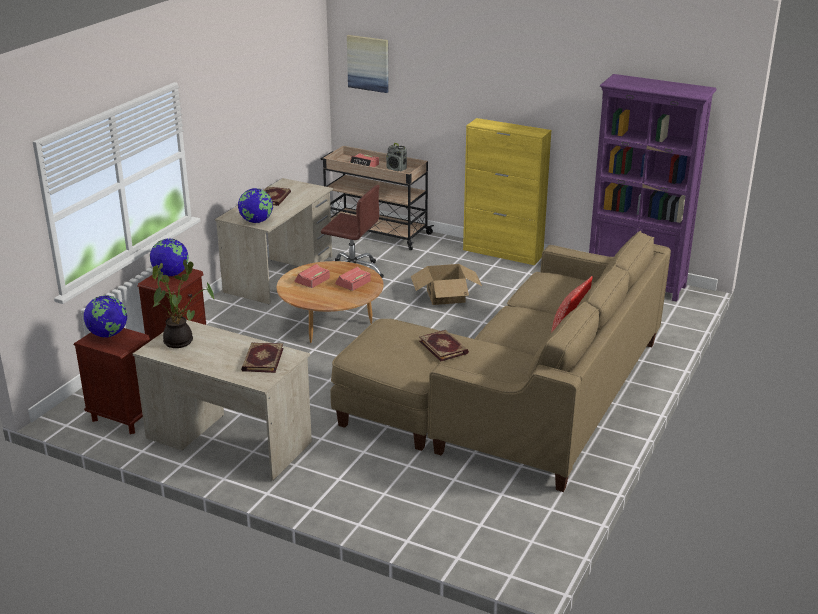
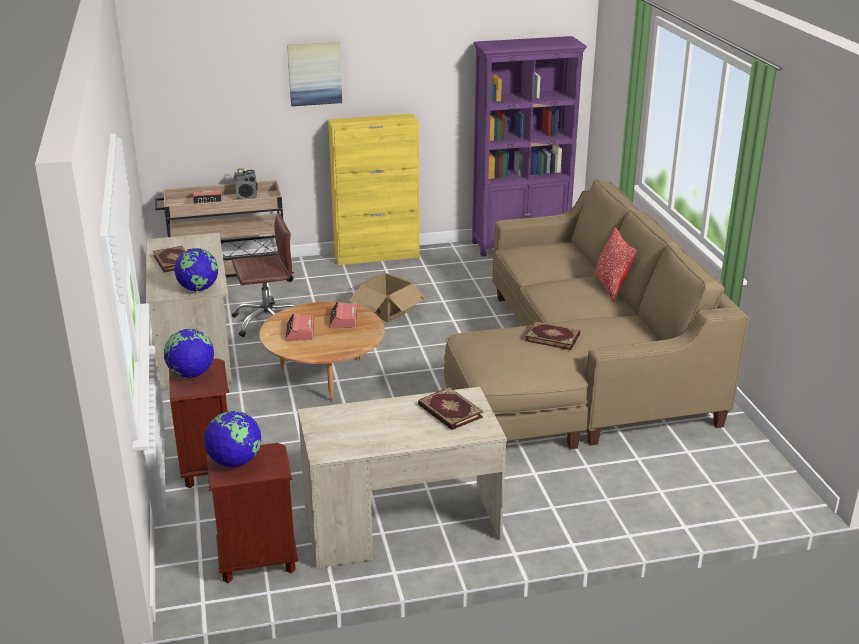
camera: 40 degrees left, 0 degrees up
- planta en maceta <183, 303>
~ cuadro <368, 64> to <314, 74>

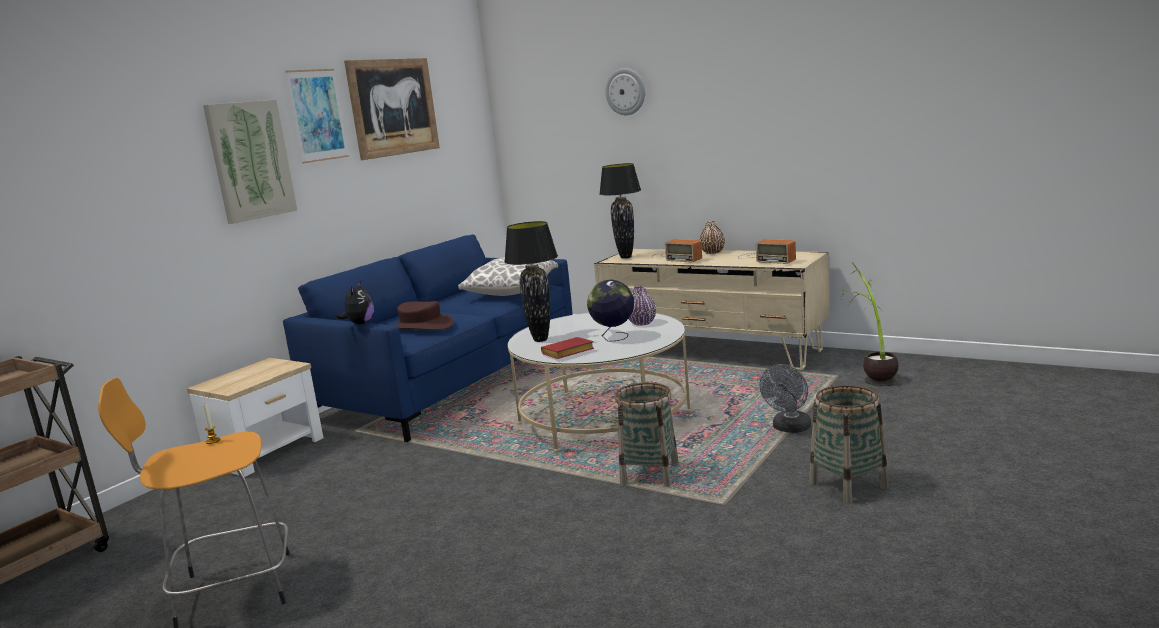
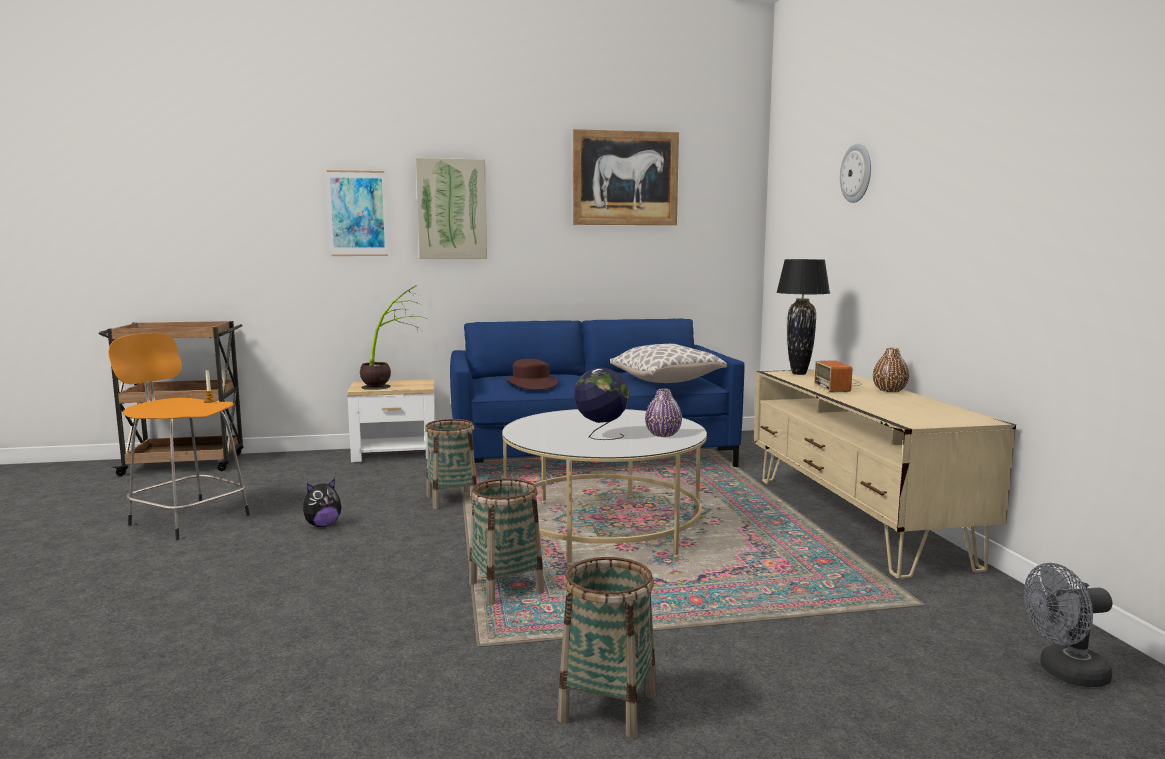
camera: 45 degrees right, 5 degrees down
- lámpara de mesa (negro) <531, 281>
- libro (rojo) <567, 348>
- radio <767, 251>
+ cesta <451, 464>
~ cuadro <317, 116> to <357, 213>
~ peluche <355, 302> to <322, 503>
~ ventilador (gris) <785, 398> to <1068, 625>
~ planta en maceta <869, 324> to <393, 337>

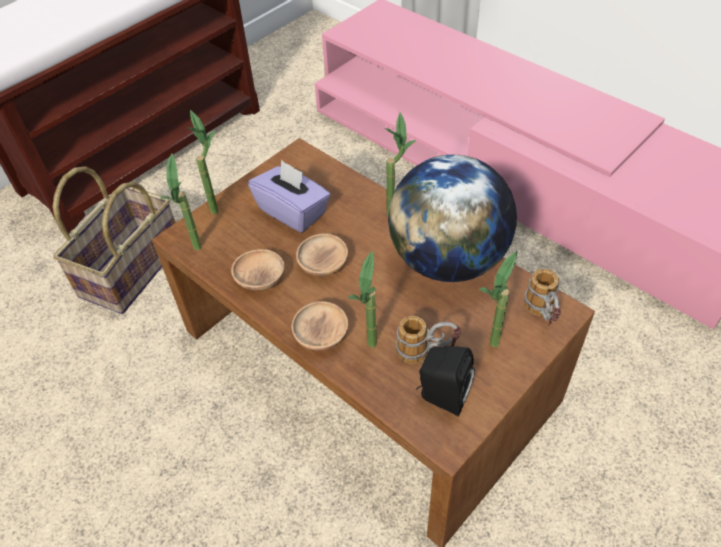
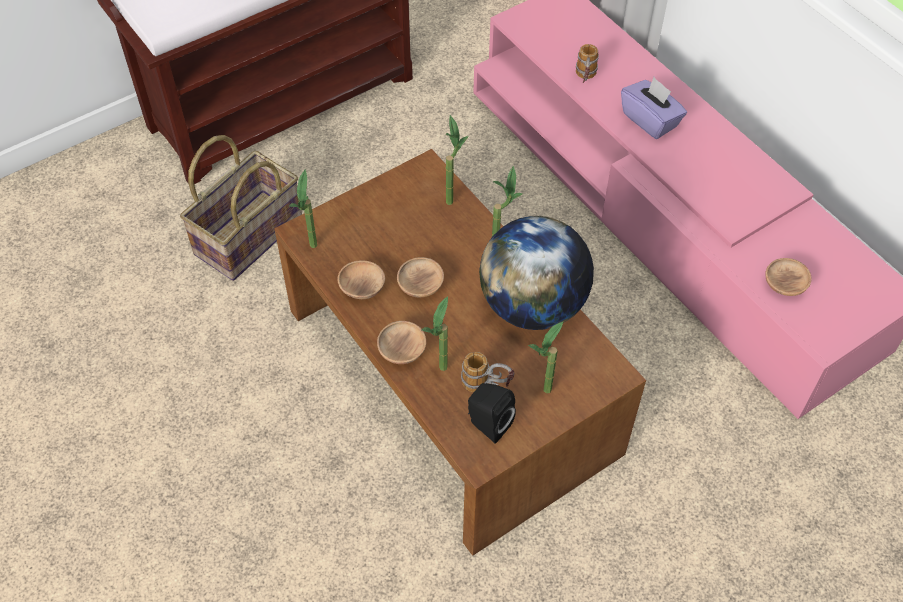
camera: 10 degrees right, 5 degrees up
+ cuenco (marrón) <788, 277>
~ planta en maceta <202, 162> to <456, 160>
~ caja de pañuelos (morado) <289, 196> to <654, 108>
~ taza grande <542, 297> to <587, 63>

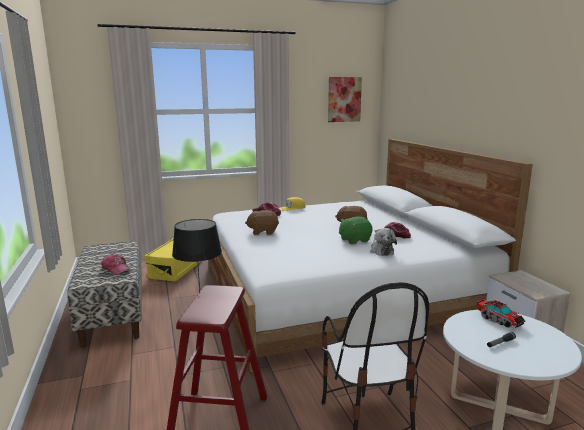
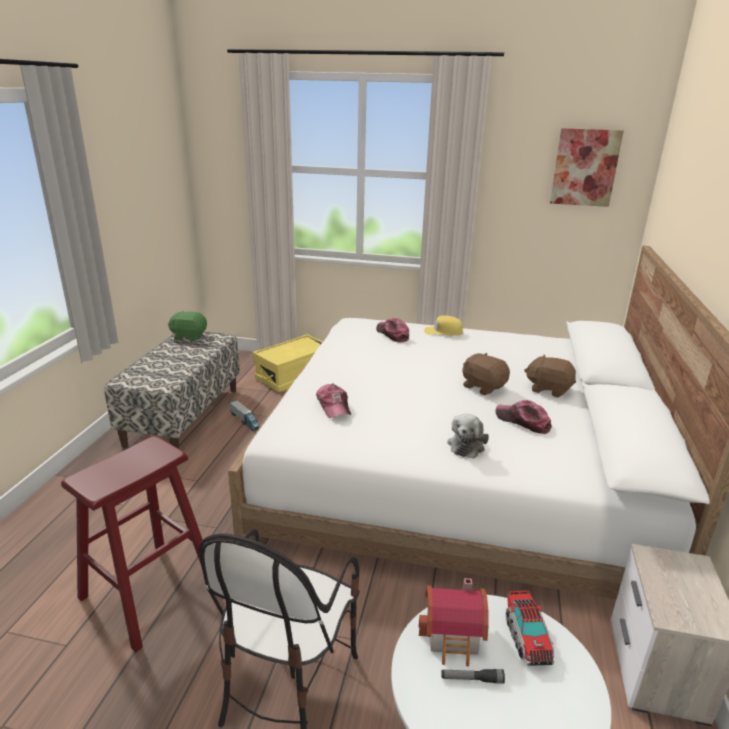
camera: 30 degrees right, 10 degrees up
- lámpara de mesa (negro) <197, 256>
+ camión de juguete <244, 415>
+ casita <454, 622>
~ gorra <116, 264> to <333, 400>
~ peluche (marrón) <262, 222> to <550, 376>
~ peluche (verde) <356, 230> to <187, 326>

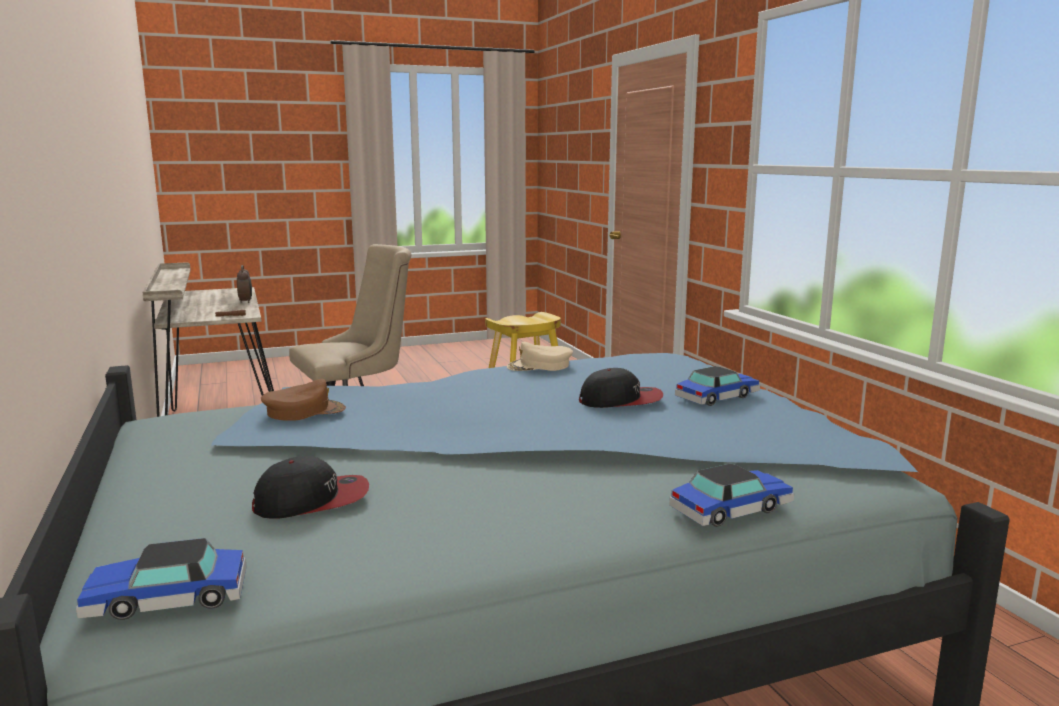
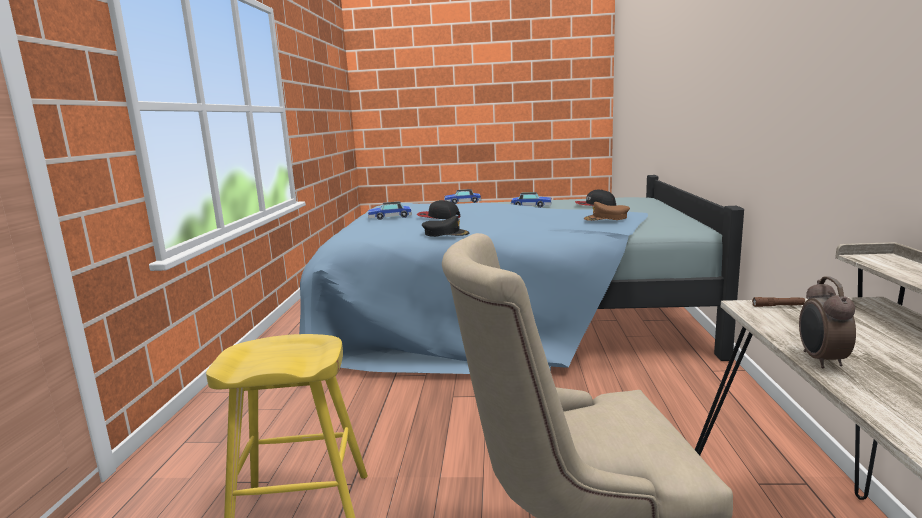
camera: 155 degrees left, 0 degrees up
~ coche de juguete <161, 579> to <531, 200>
~ gorra (beis) <540, 356> to gorra (negro) <445, 226>

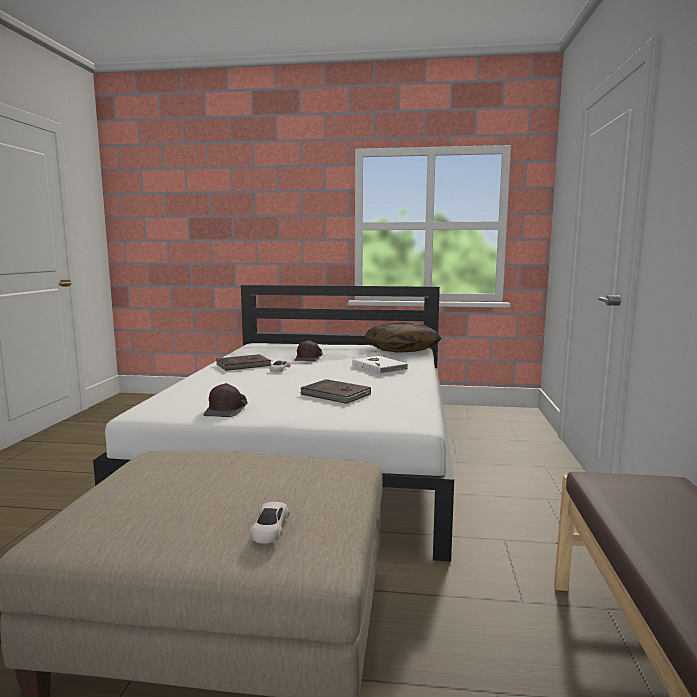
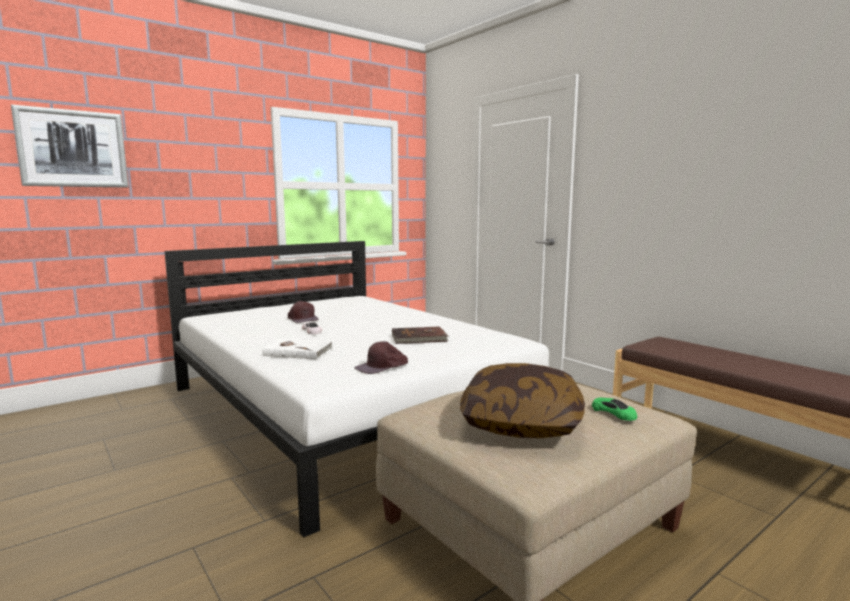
camera: 45 degrees left, 0 degrees up
- libro (marrón) <245, 362>
+ cuadro <69, 146>
~ libro (blanco) <380, 365> to <297, 348>
~ cojín <402, 337> to <522, 400>
~ coche de juguete (blanco) <270, 523> to coche de juguete (verde) <614, 409>
~ gorra (marrón) <225, 400> = <381, 357> 90 degrees clockwise

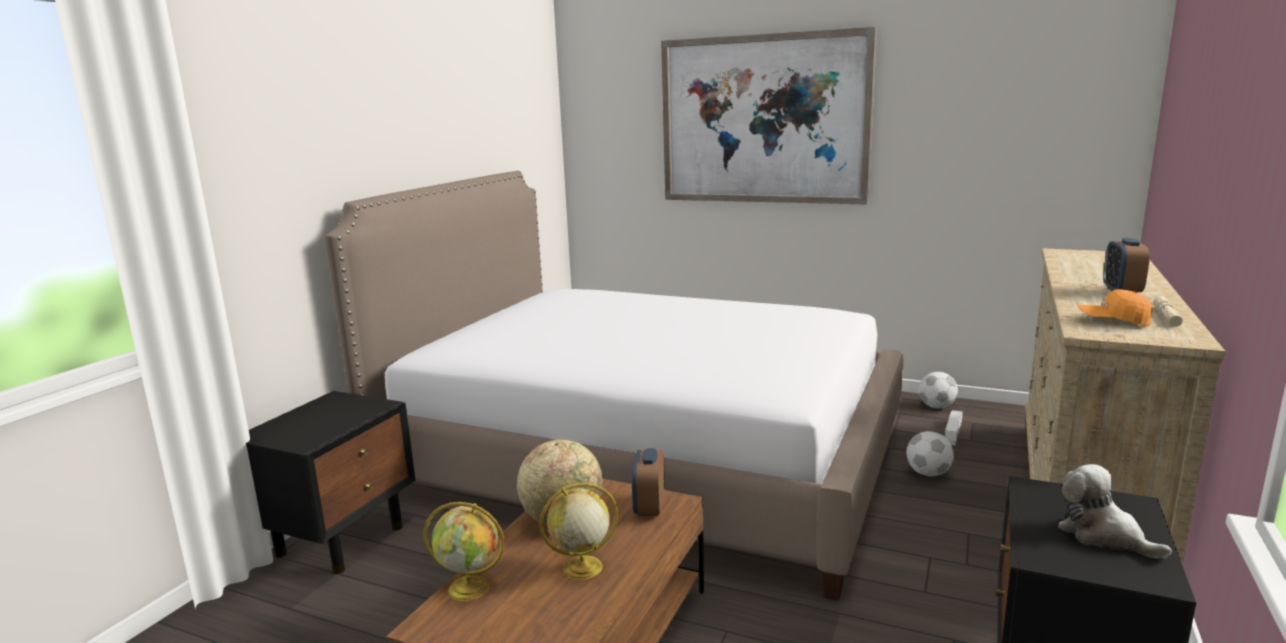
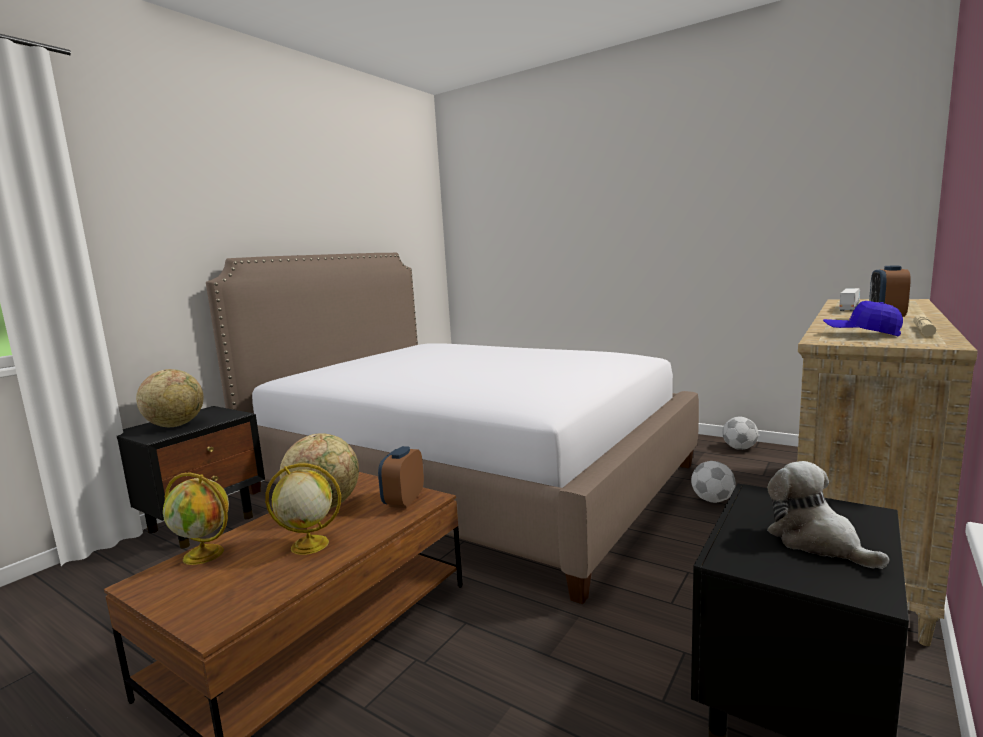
camera: 10 degrees right, 5 degrees down
- cuadro <769, 116>
+ globo terráqueo <170, 398>
~ camión de juguete <954, 427> to <849, 299>
~ gorra (naranja) <1115, 307> to gorra (azul) <863, 319>

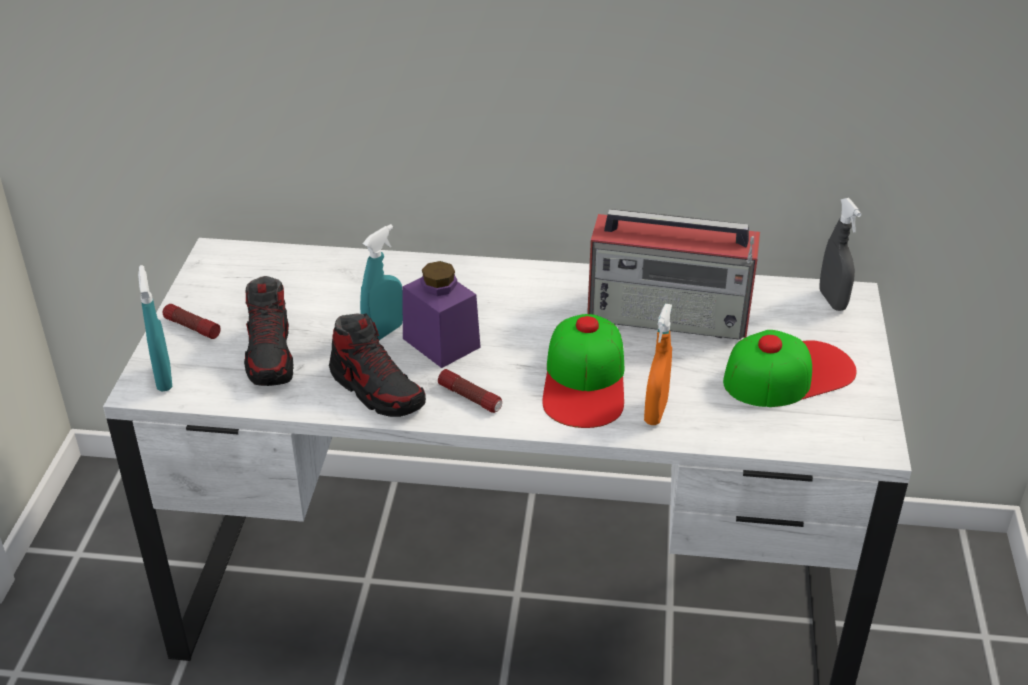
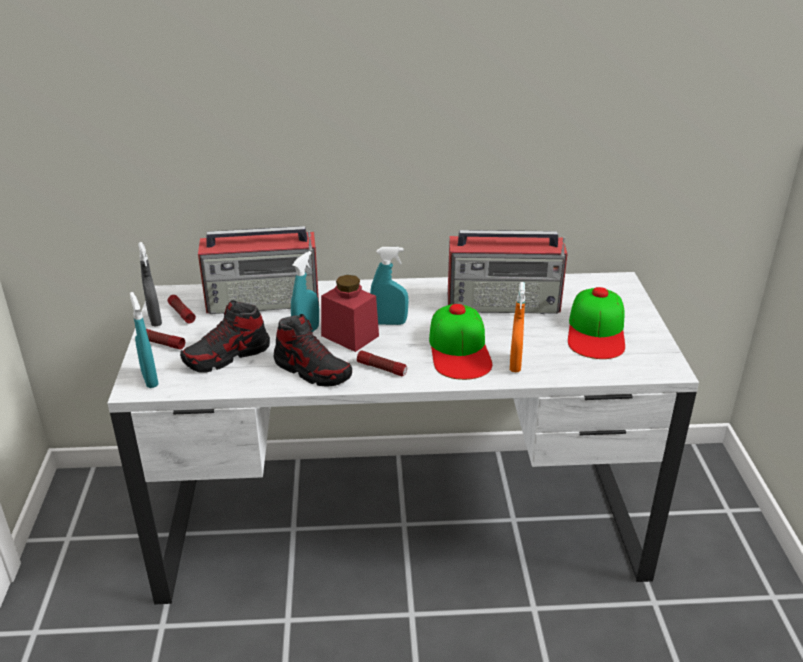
camera: 10 degrees left, 5 degrees down
+ linterna <182, 309>
+ radio <258, 270>
+ pulverizador (turquesa) <389, 286>
~ pulverizador (gris) <840, 254> to <150, 284>
~ tarro (morado) <441, 314> to tarro (rojo) <350, 313>
~ zapato <269, 331> = <225, 336> 75 degrees clockwise
~ gorra <790, 368> = <596, 323> 135 degrees clockwise

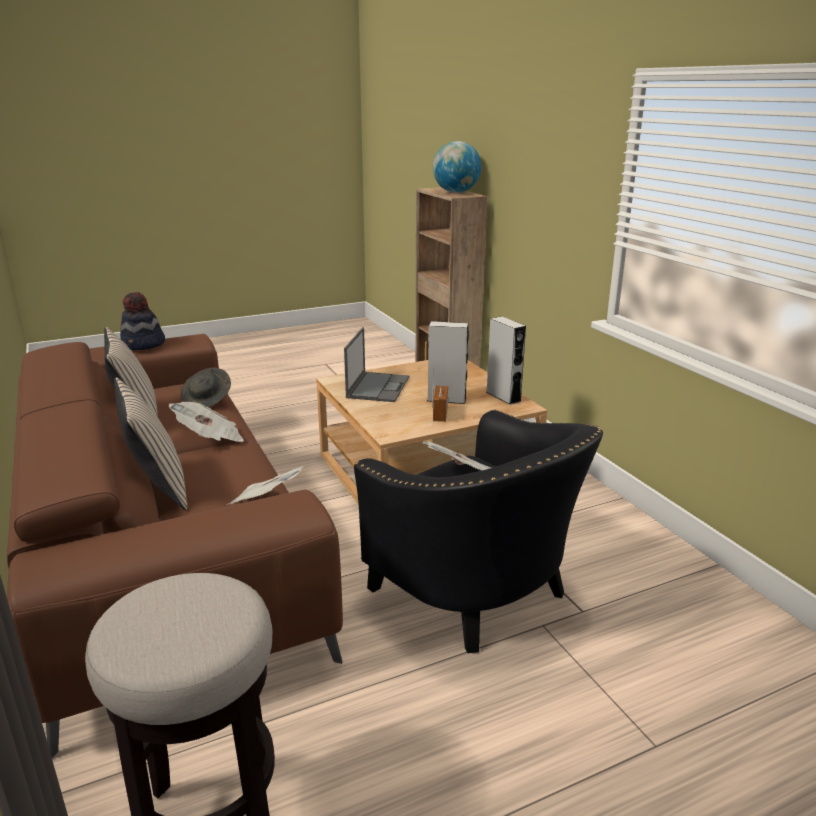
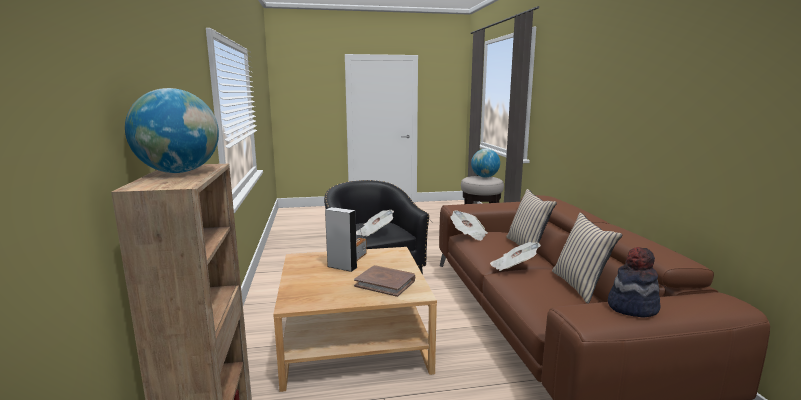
camera: 165 degrees left, 10 degrees down
- sombrero (gris) <205, 388>
- altavoz (gris) <506, 360>
+ globo terráqueo <485, 163>
~ portátil <376, 364> to libro (marrón) <384, 281>

